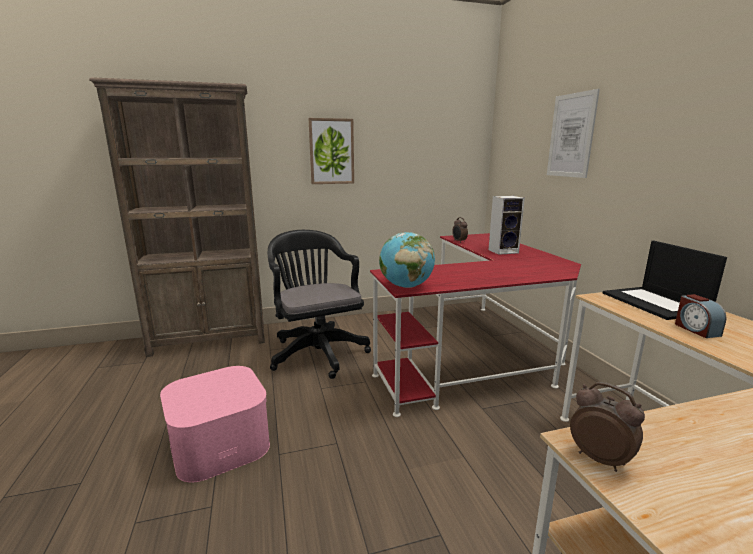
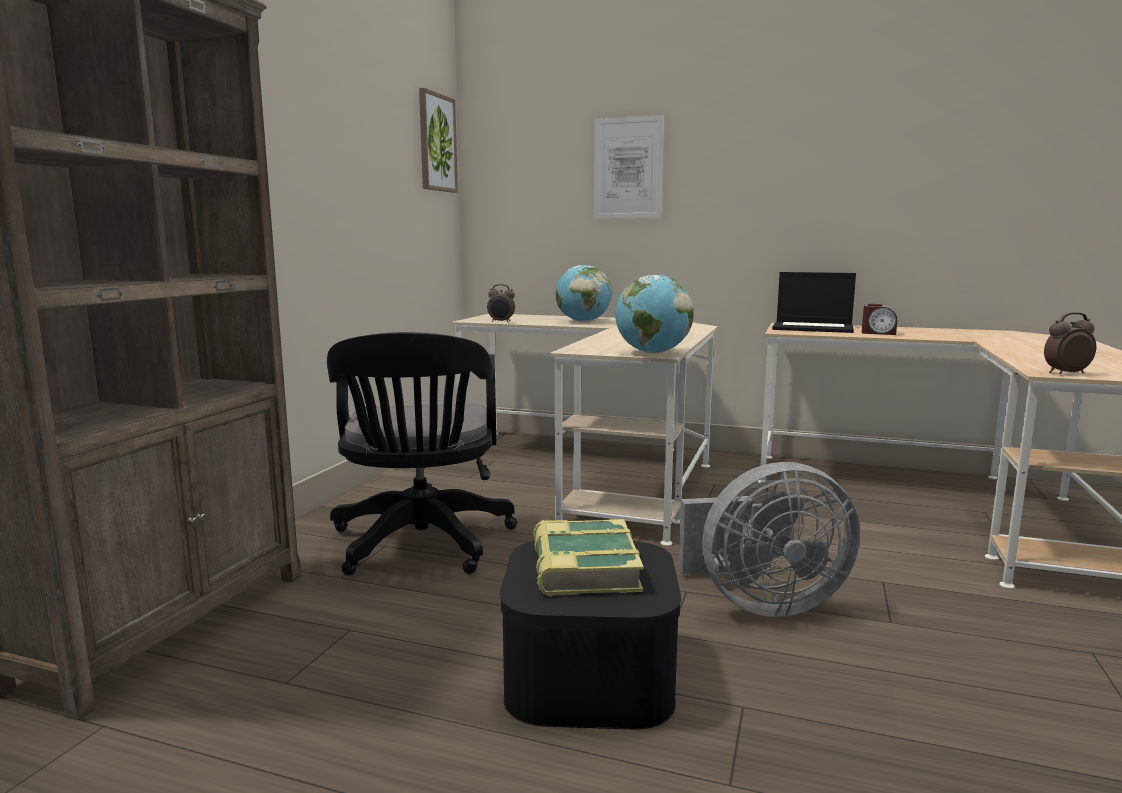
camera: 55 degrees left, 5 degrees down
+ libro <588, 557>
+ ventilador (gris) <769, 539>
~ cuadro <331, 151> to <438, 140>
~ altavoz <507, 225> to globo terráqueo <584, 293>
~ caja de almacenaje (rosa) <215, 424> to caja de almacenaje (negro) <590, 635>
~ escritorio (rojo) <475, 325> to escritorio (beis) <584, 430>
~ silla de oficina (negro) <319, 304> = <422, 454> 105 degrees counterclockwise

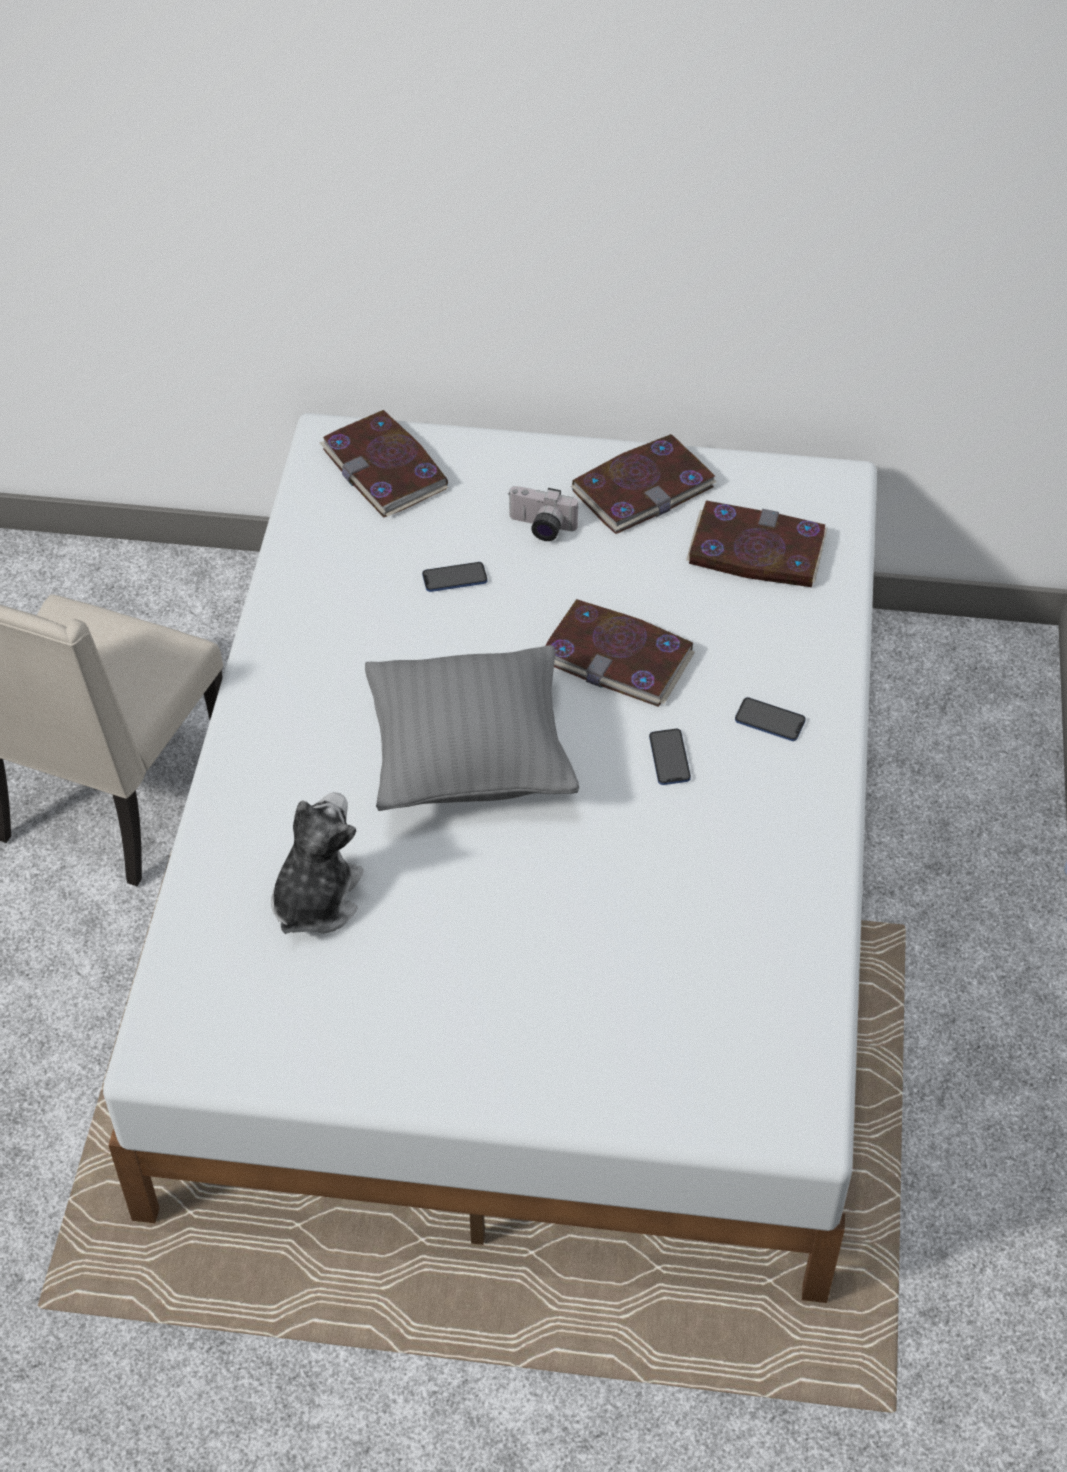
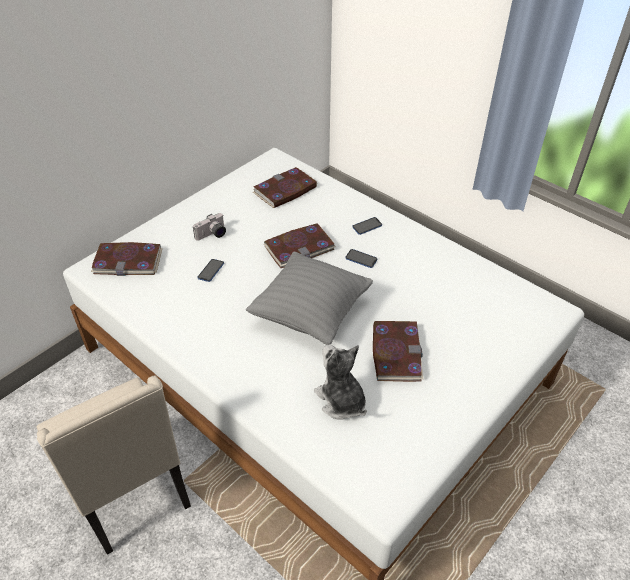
camera: 55 degrees left, 5 degrees down
~ libro <643, 484> to <398, 351>

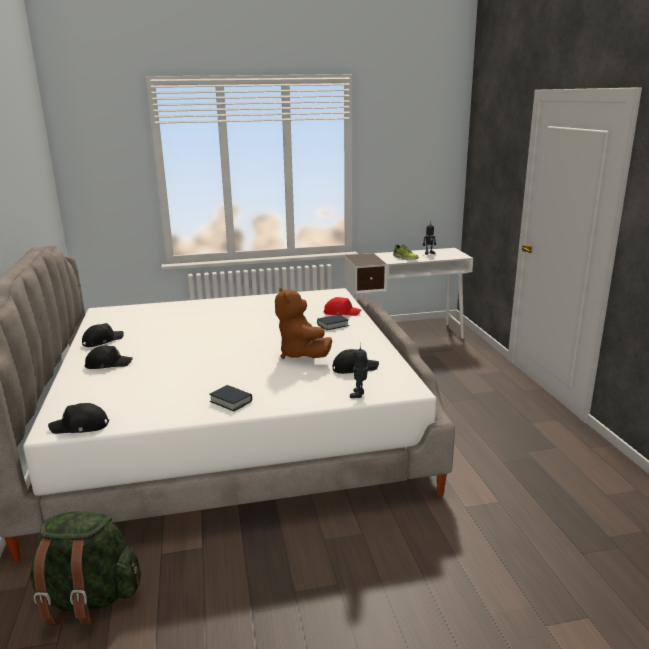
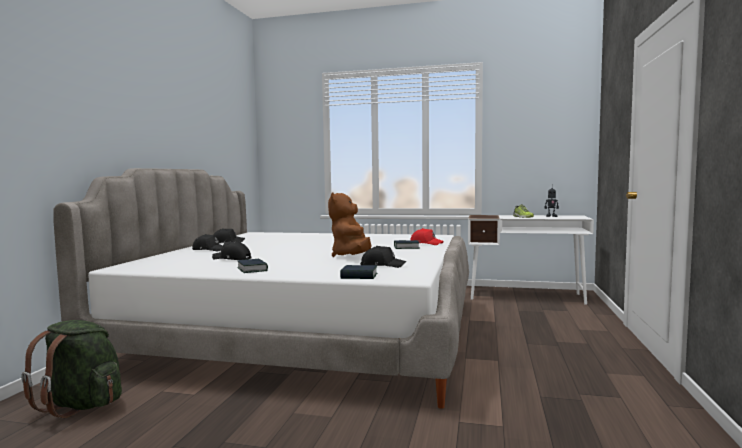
camera: 25 degrees right, 15 degrees down
~ gorra (negro) <78, 418> to <232, 250>
~ robot de juguete <359, 370> to libro <358, 272>

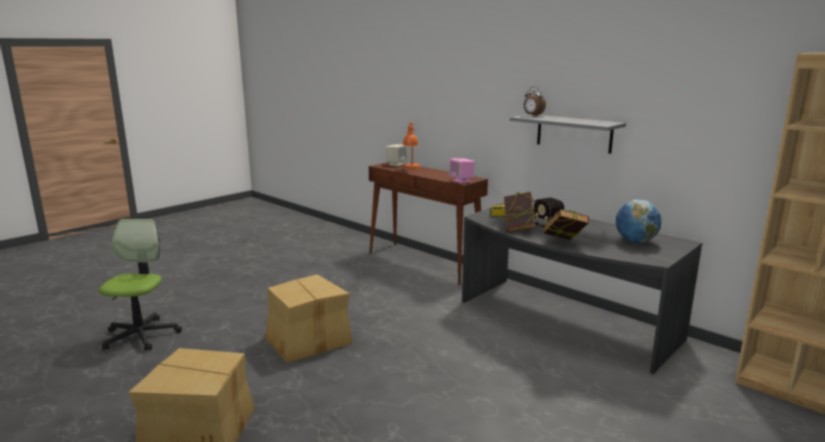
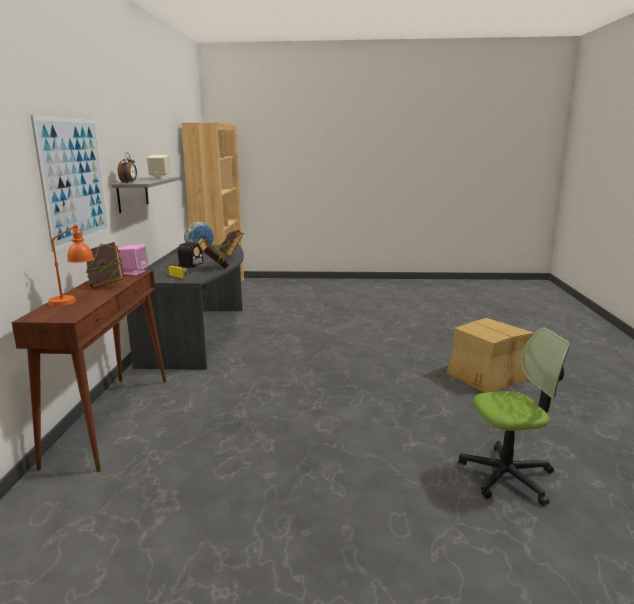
camera: 130 degrees left, 0 degrees up
- caja de cartón <309, 318>
+ cuadro <70, 183>
+ libro <105, 265>
~ altavoz (beis) <396, 155> to <159, 167>
~ silla de oficina <140, 285> = <514, 416> 150 degrees counterclockwise

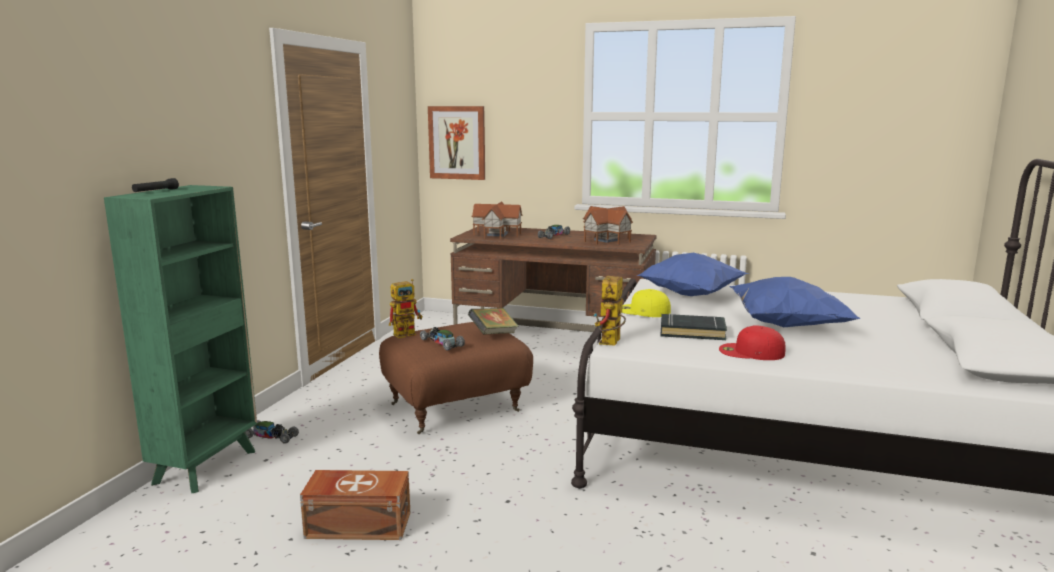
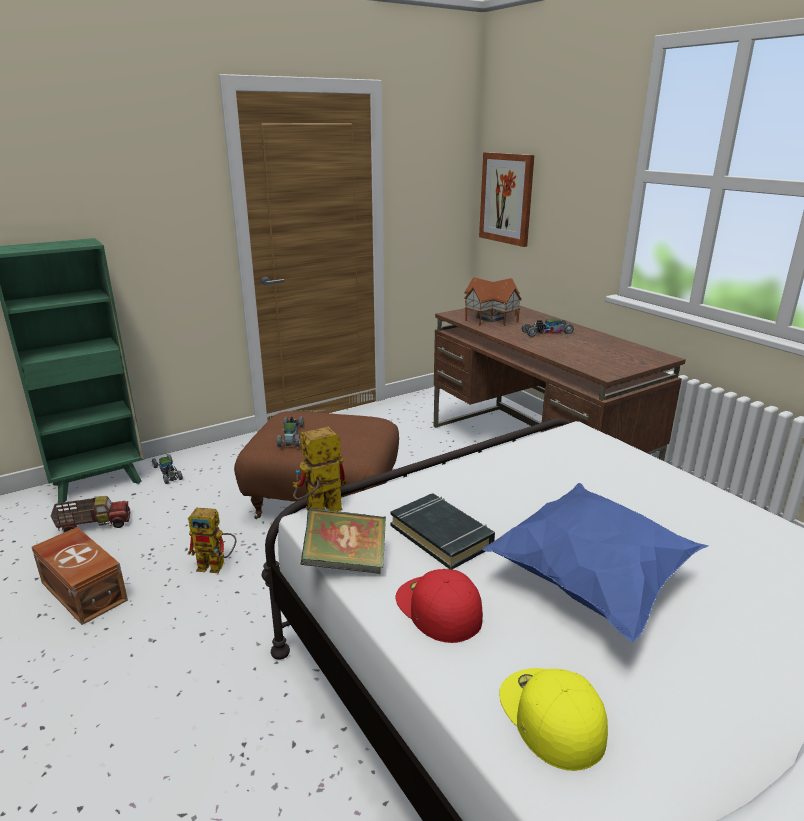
camera: 40 degrees right, 10 degrees up
- linterna (negro) <155, 185>
- casita <608, 225>
- cojín (azul) <692, 274>
+ camión de juguete <90, 514>
~ robot de juguete <405, 308> to <212, 540>
~ libro <493, 321> to <343, 541>
~ gorra (amarillo) <646, 303> to <553, 719>

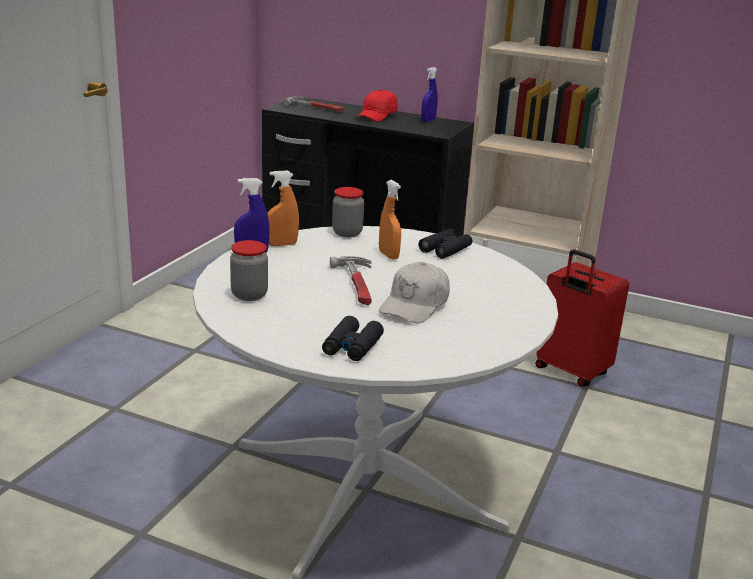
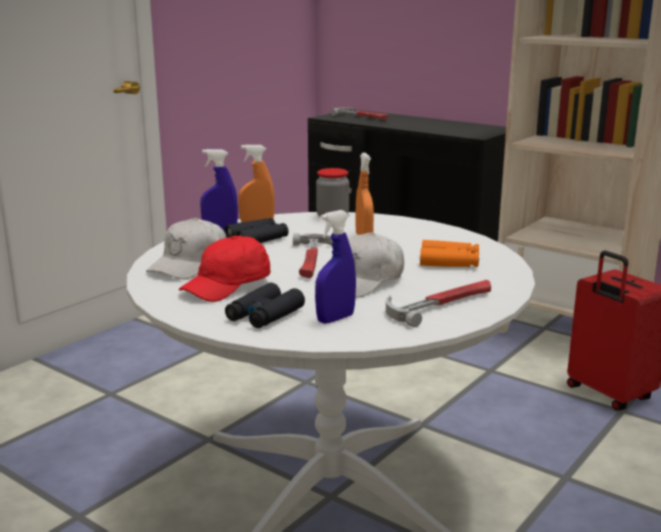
camera: 15 degrees right, 5 degrees down
+ martillo <438, 303>
+ prismáticos (naranja) <449, 253>
~ gorra (rojo) <377, 105> to <224, 269>
~ prismáticos (negro) <445, 244> to <256, 230>
~ pulverizador (azul) <429, 94> to <335, 267>
~ tarro <249, 270> to gorra (blanco) <186, 248>

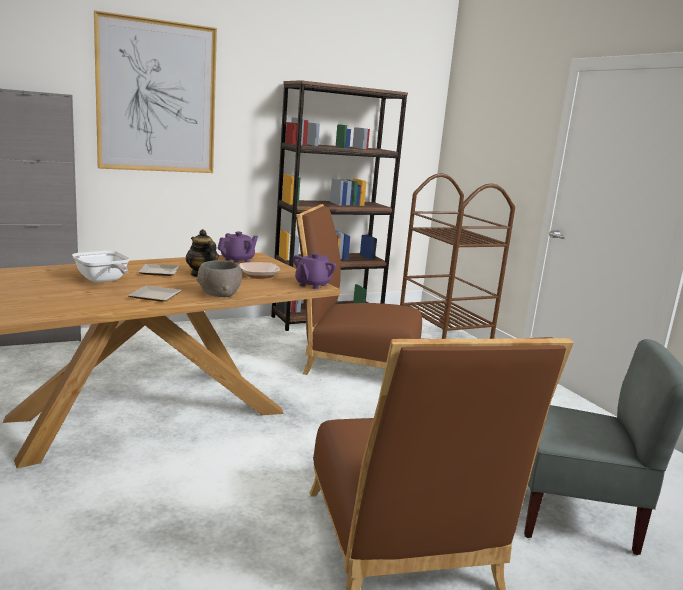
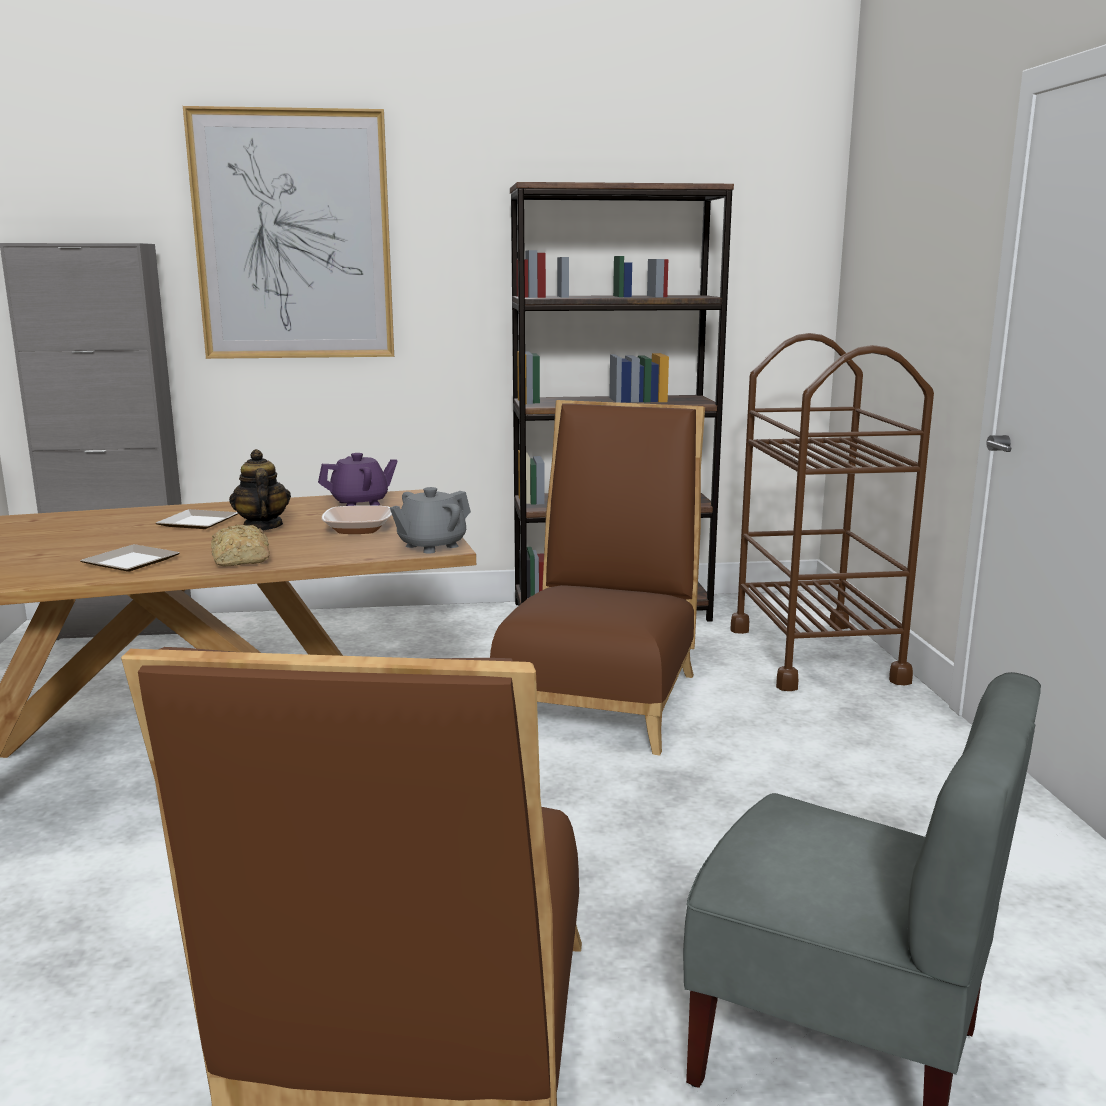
camera: 20 degrees right, 0 degrees up
- sartén <101, 266>
~ cuenco (gris) <219, 279> to pan <240, 546>
~ tetera (morado) <314, 271> to tetera (gris) <430, 520>
~ silla (marrón) <359, 289> = <597, 577> 75 degrees clockwise

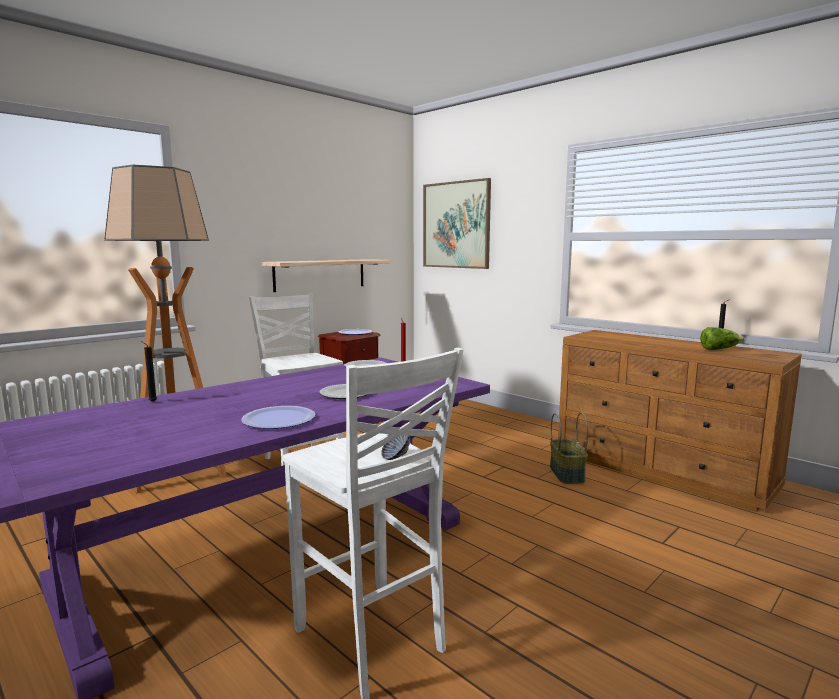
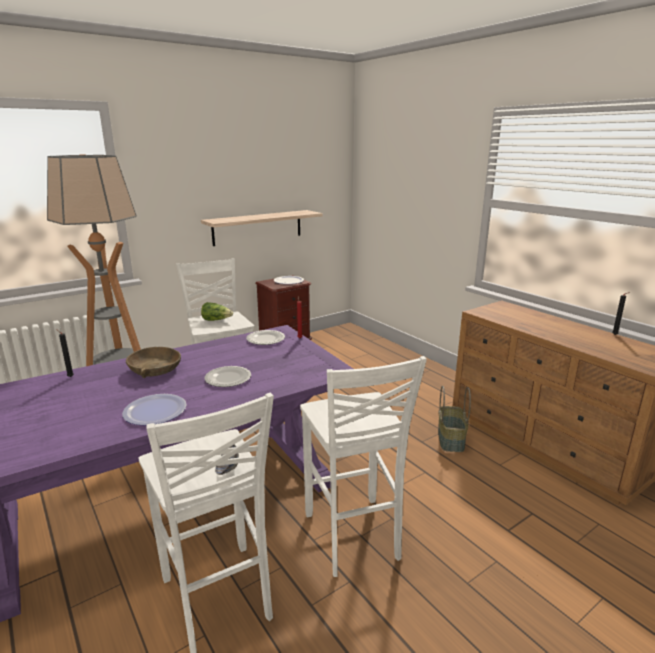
camera: 10 degrees right, 10 degrees up
- cuadro <457, 223>
+ cuenco (marrón) <153, 362>
+ taburete (blanco) <363, 466>
~ lechuga <722, 338> to <217, 311>

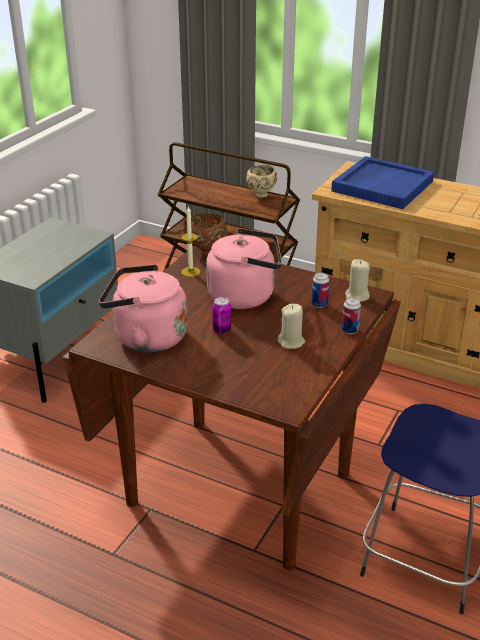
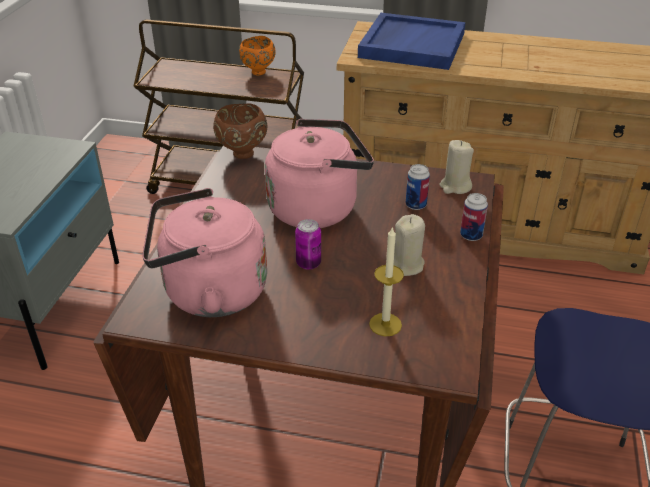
camera: 15 degrees left, 5 degrees up
~ vela <191, 241> to <386, 281>
~ cuenco (beis) <261, 181> to cuenco (naranja) <257, 55>

